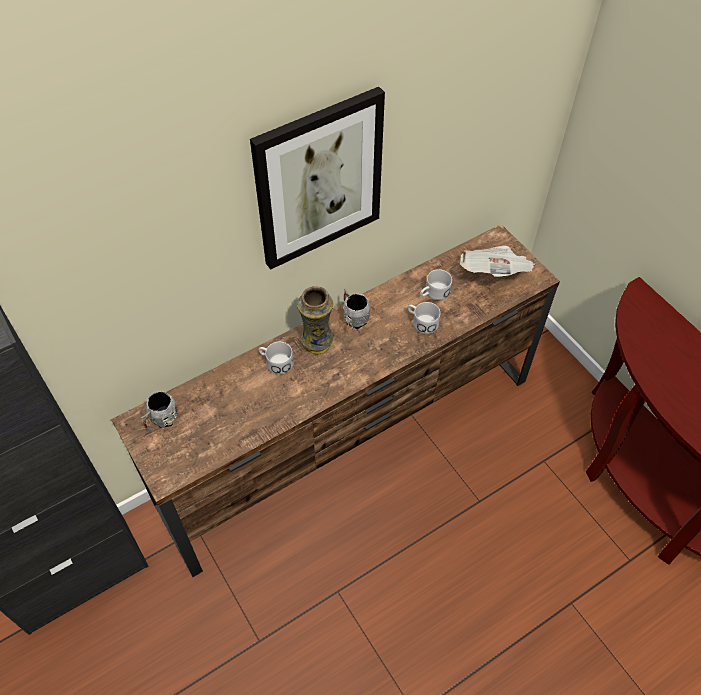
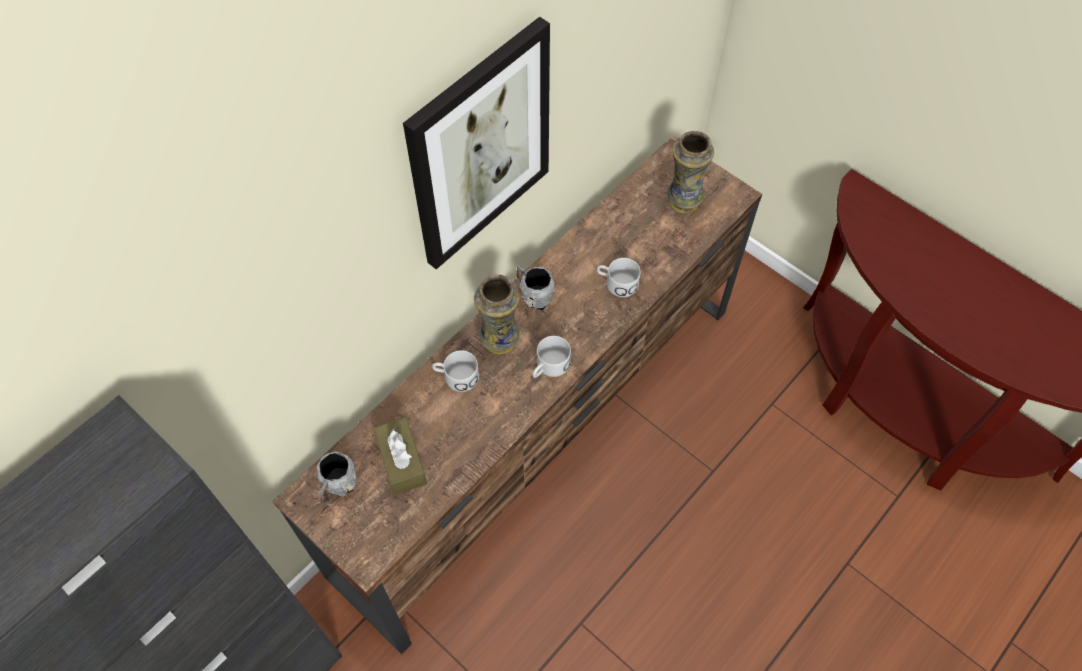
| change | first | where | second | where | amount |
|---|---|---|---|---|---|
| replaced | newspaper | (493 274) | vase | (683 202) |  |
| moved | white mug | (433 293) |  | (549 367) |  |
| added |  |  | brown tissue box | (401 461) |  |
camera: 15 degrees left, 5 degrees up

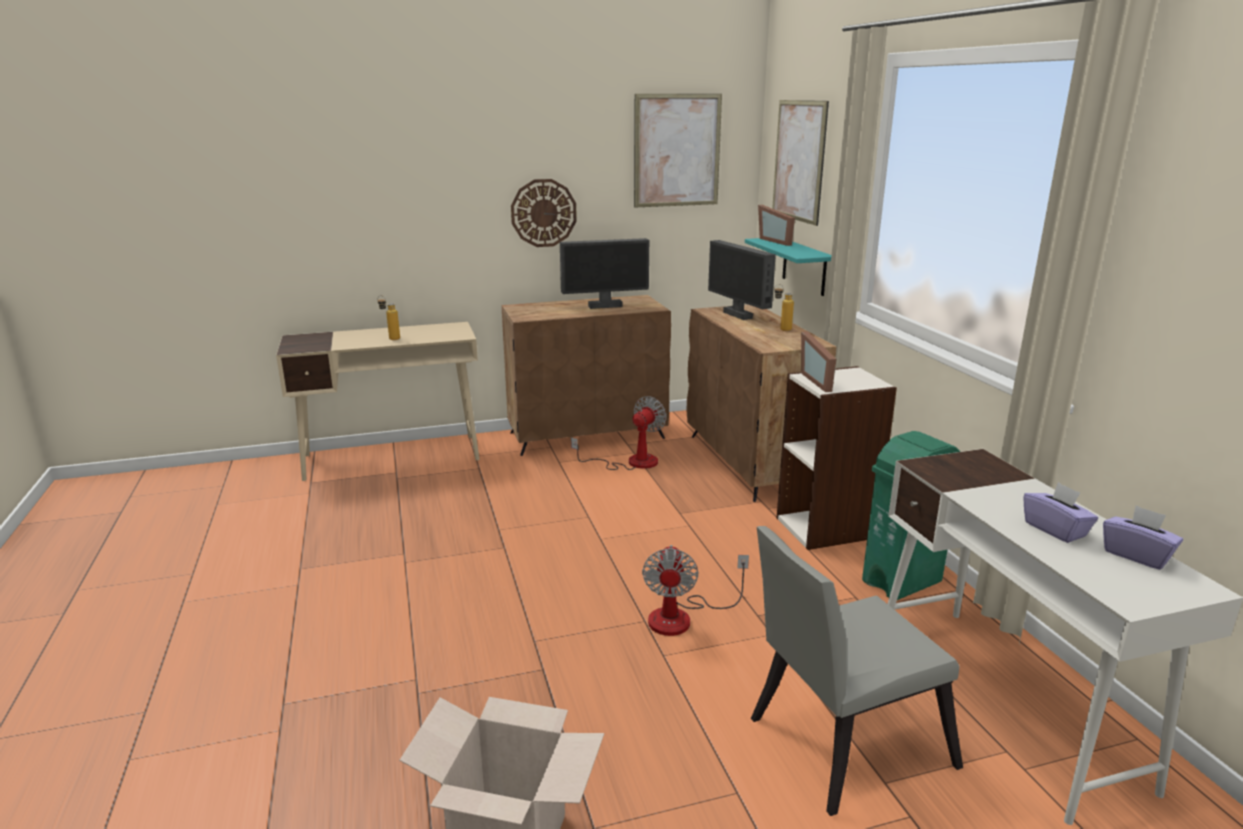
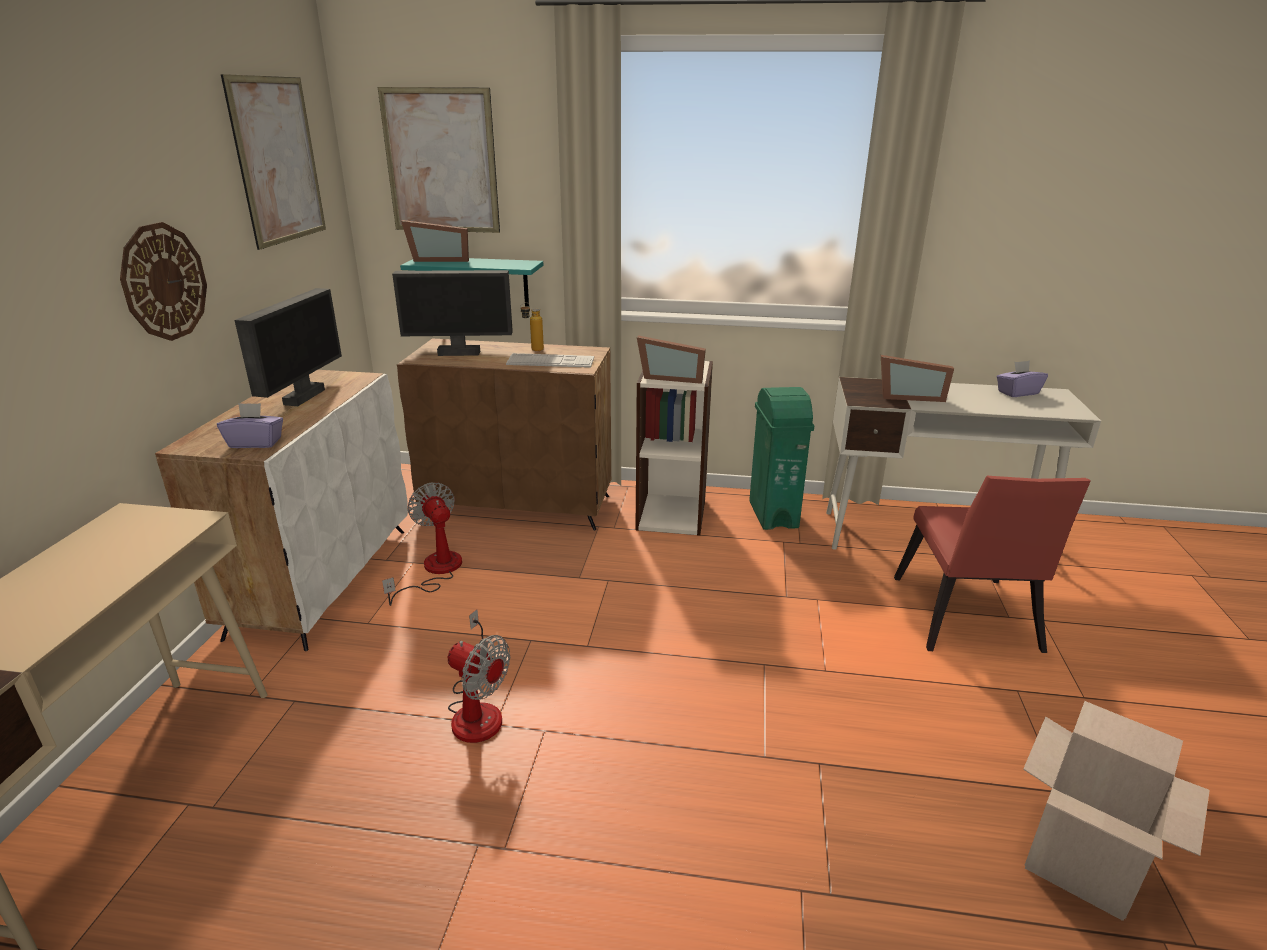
| change | first | where | second | where | amount |
|---|---|---|---|---|---|
| removed | bottle | (390 338) |  |  |  |
| recoloured | brown cabinet | (588 435) | white cabinet | (322 579) |  |
| moved | purple tissue box | (1055 529) |  | (256 443) |  |
| recoloured | grey chair | (839 744) | red chair | (965 620) |  |
| moved | fan | (682 617) |  | (478 709) |  |
| added |  |  | keyboard | (550 362) |  |
| added |  |  | picture frame | (909 396) |  |
camera: 65 degrees left, 5 degrees up

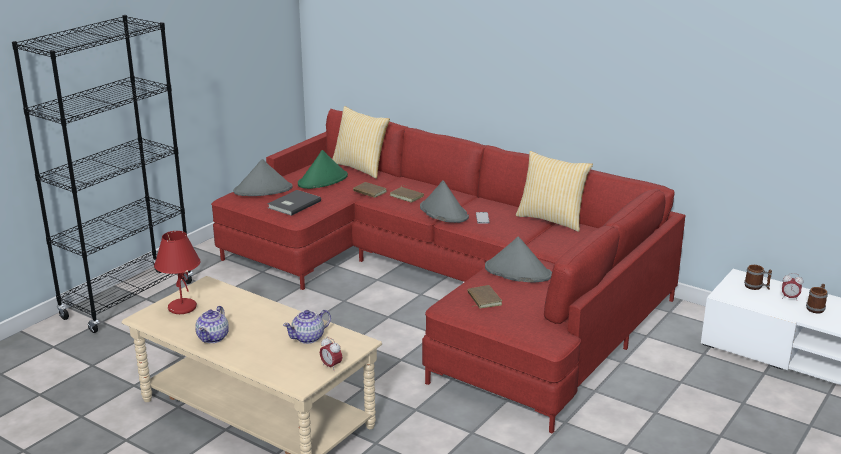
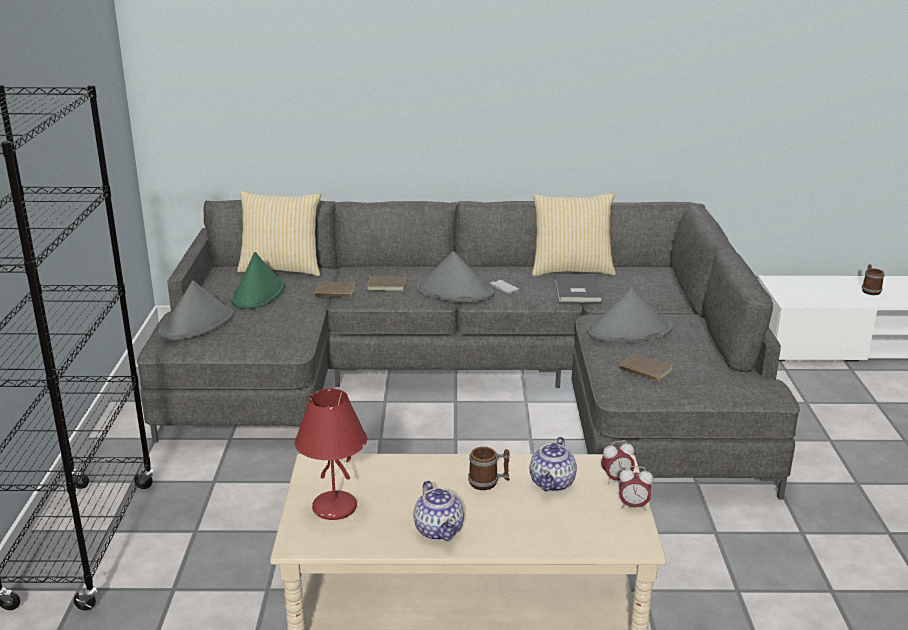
| change | first | where | second | where | amount |
|---|---|---|---|---|---|
| recoloured | red sofa | (449 286) | grey sofa | (472 382) |  |
| moved | grey book | (293 204) |  | (576 291) |  |
| moved | mug | (756 287) |  | (488 482) |  |
| moved | alarm clock | (789 298) |  | (616 479) |  |
camera: 35 degrees left, 0 degrees up

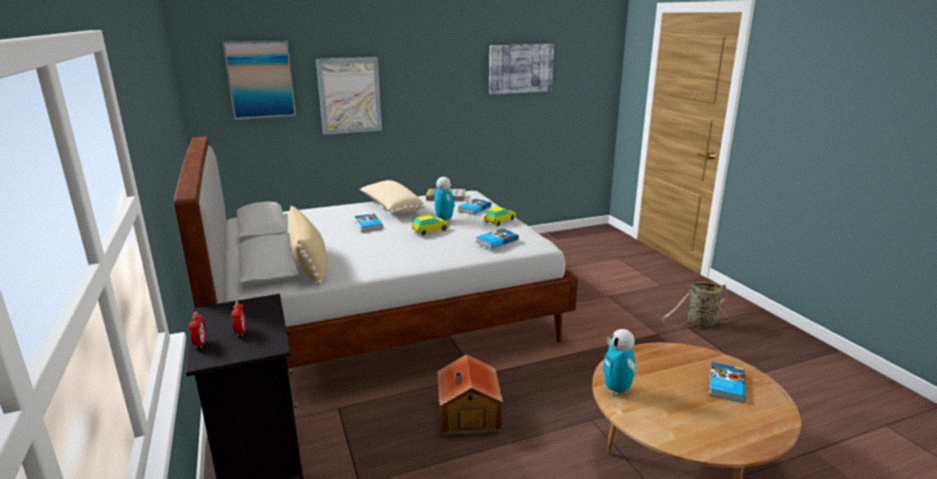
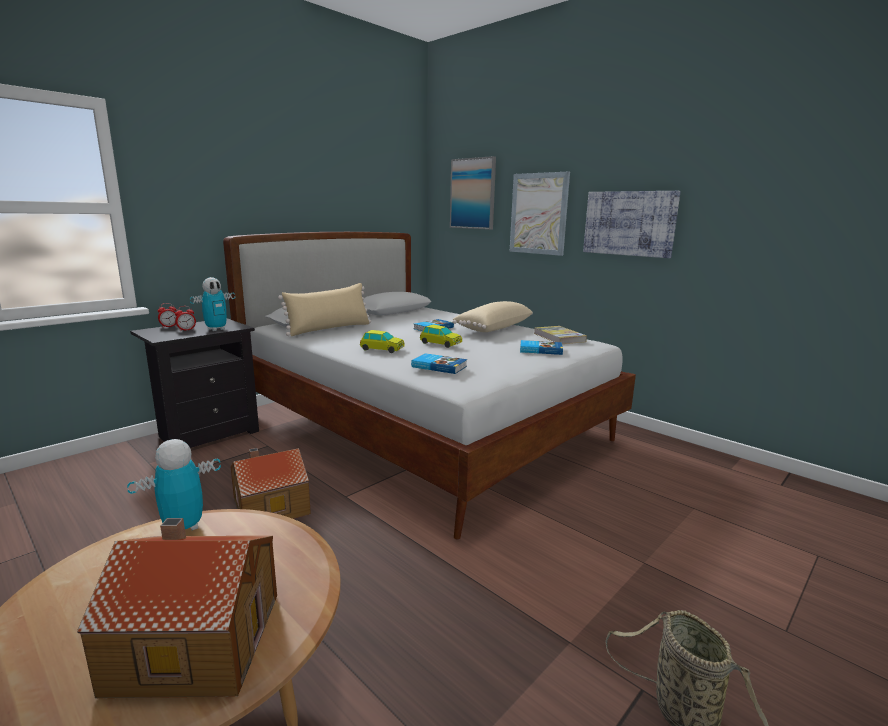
| change | first | where | second | where | amount |
|---|---|---|---|---|---|
| moved | picture | (520 68) |  | (629 223) |  |
| moved | toy robot | (444 220) |  | (216 329) |  |
| moved | toy car | (500 221) |  | (382 349) |  |
| replaced | book | (725 384) | toy house | (195 638) |  |
camera: 65 degrees right, 5 degrees down

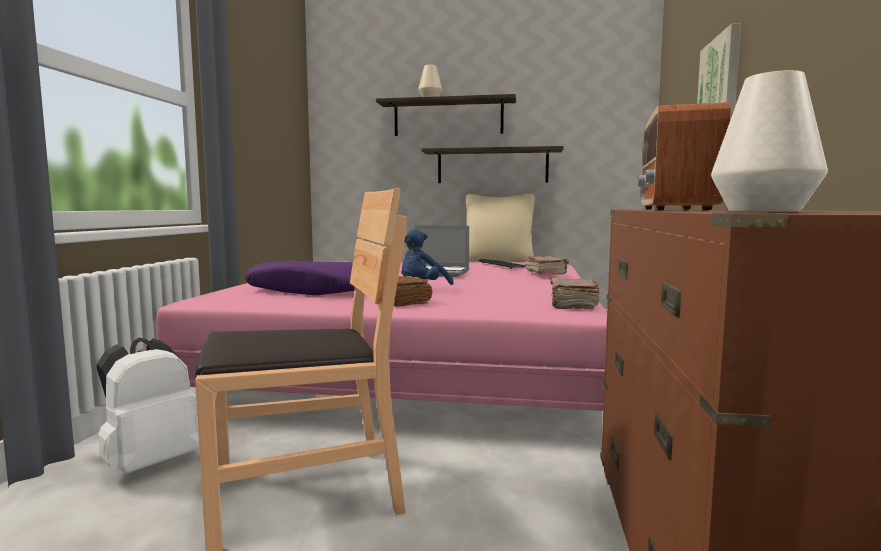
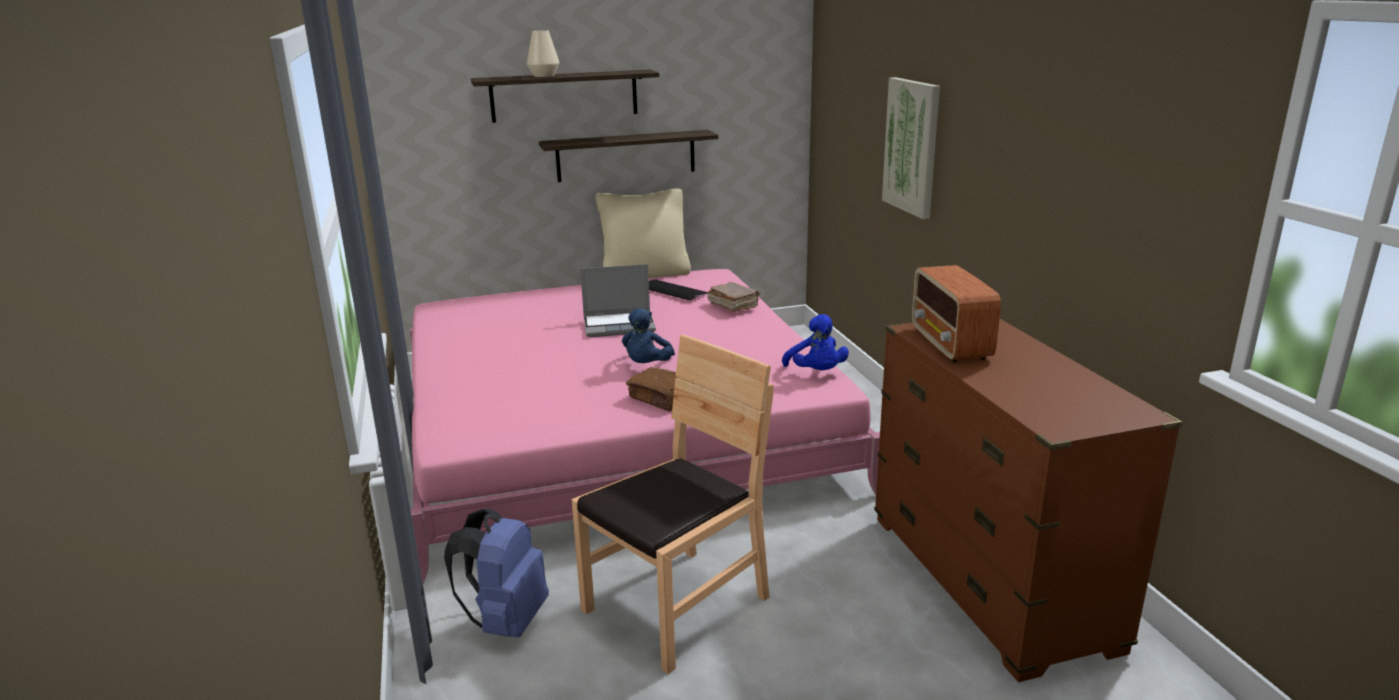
| change | first | where | second | where | amount |
|---|---|---|---|---|---|
| removed | white vase | (763 211) |  |  |  |
| removed | purple pillow | (314 290) |  |  |  |
| replaced | brown book | (573 304) | blue plush toy | (816 373) |  |
| recoloured | white backpack | (151 462) | blue backpack | (506 621) |  |
camera: 25 degrees left, 15 degrees up

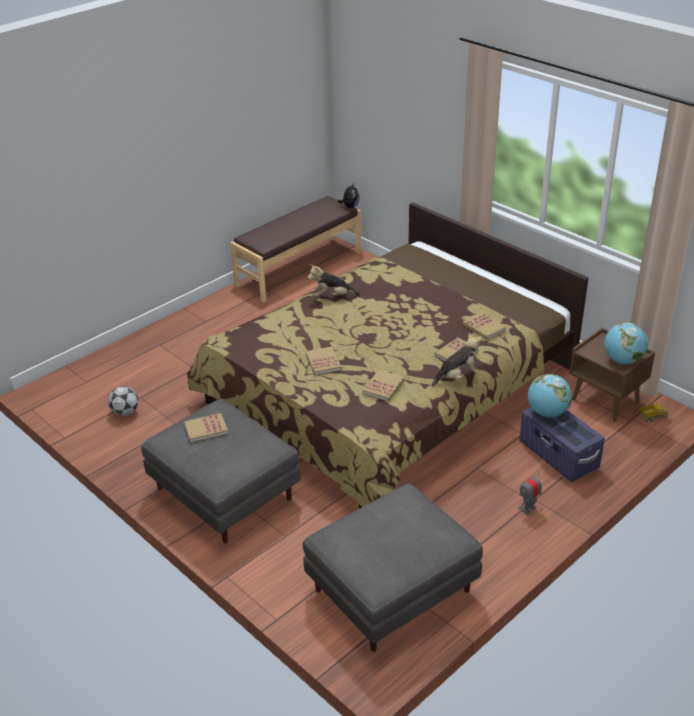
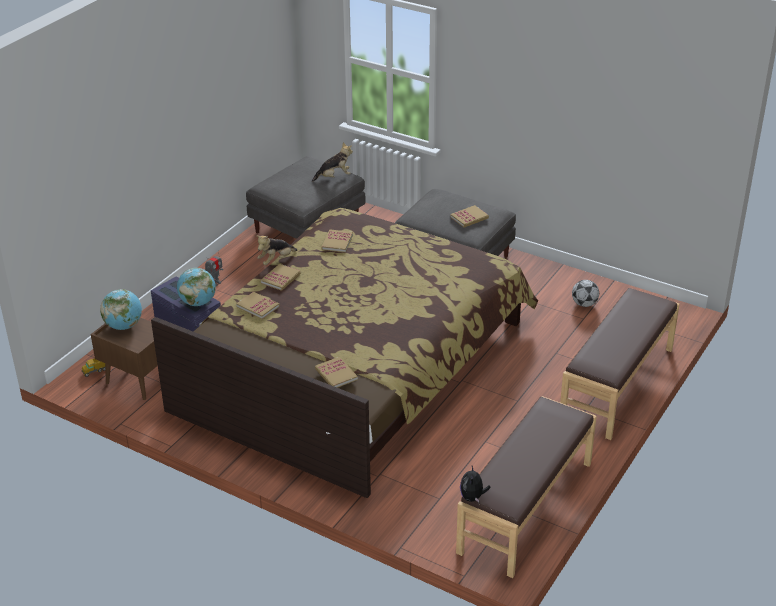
| change | first | where | second | where | amount |
|---|---|---|---|---|---|
| moved | plush toy | (332 296) |  | (334 177) |  |
| moved | book | (323 362) |  | (336 374) |  |
| added |  |  | brown bench | (618 384) |  |
camera: 165 degrees right, 0 degrees up

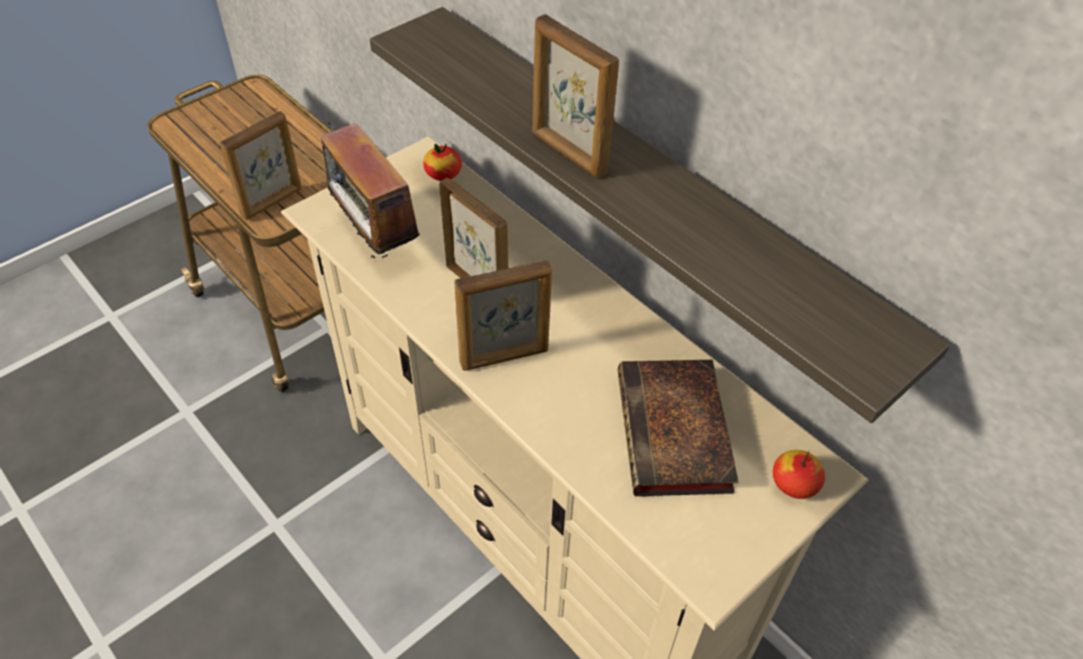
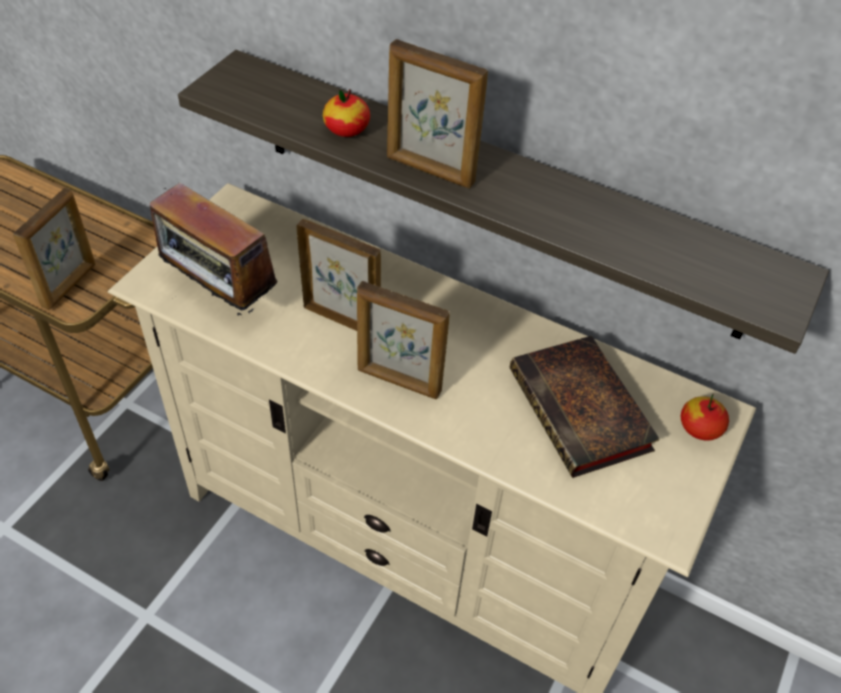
| change | first | where | second | where | amount |
|---|---|---|---|---|---|
| moved | apple | (443 174) |  | (346 129) |  |
| turned | picture frame | (505 357) |  | (398 381) | 60 degrees clockwise |
camera: 20 degrees left, 0 degrees up

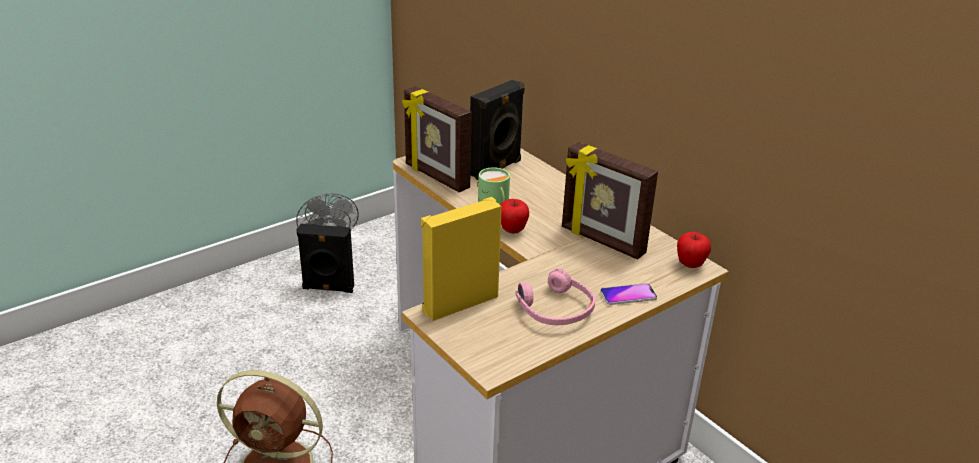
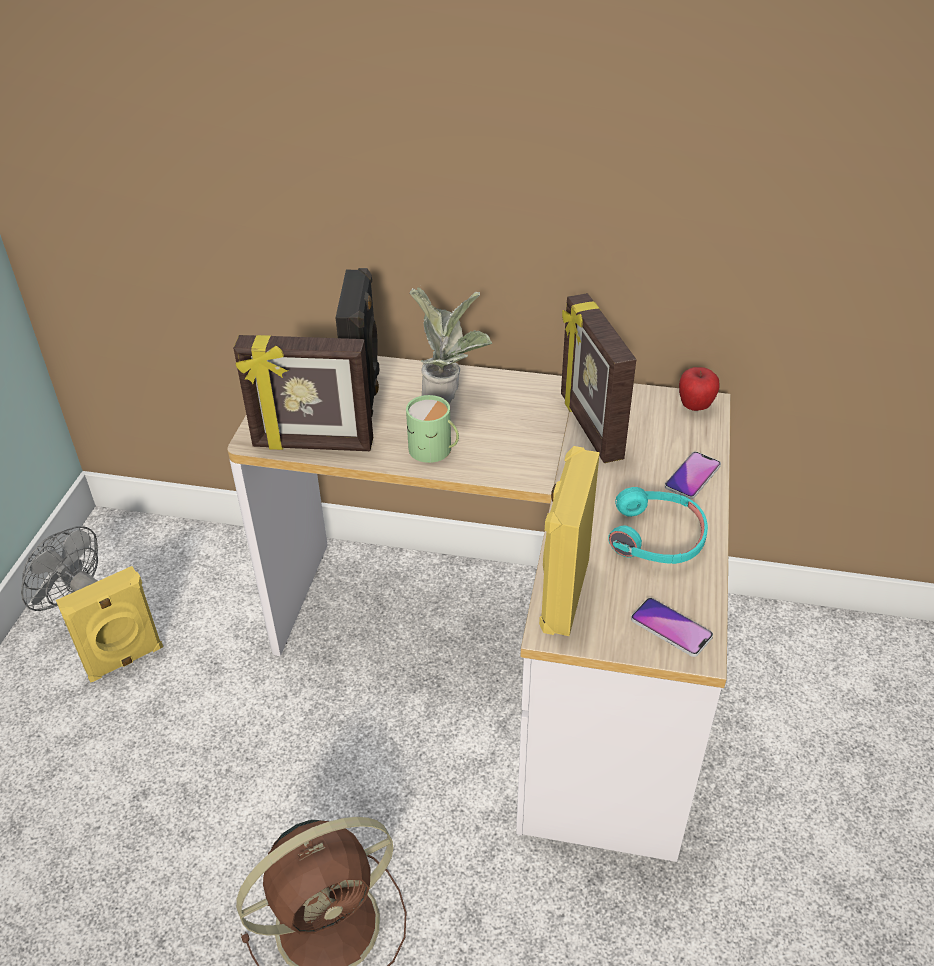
| change | first | where | second | where | amount |
|---|---|---|---|---|---|
| turned | picture frame | (602 241) |  | (589 427) | 75 degrees clockwise |
| removed | apple | (512 230) |  |  |  |
| recoloured | black speaker | (328 288) | yellow speaker | (125 660) |  |
| recoloured | pink headphones | (555 309) | turquoise headphones | (657 537) |  |
| added |  |  | potted plant | (449 395) |  |
| added |  |  | phone | (671 628) |  |
camera: 40 degrees left, 10 degrees up

